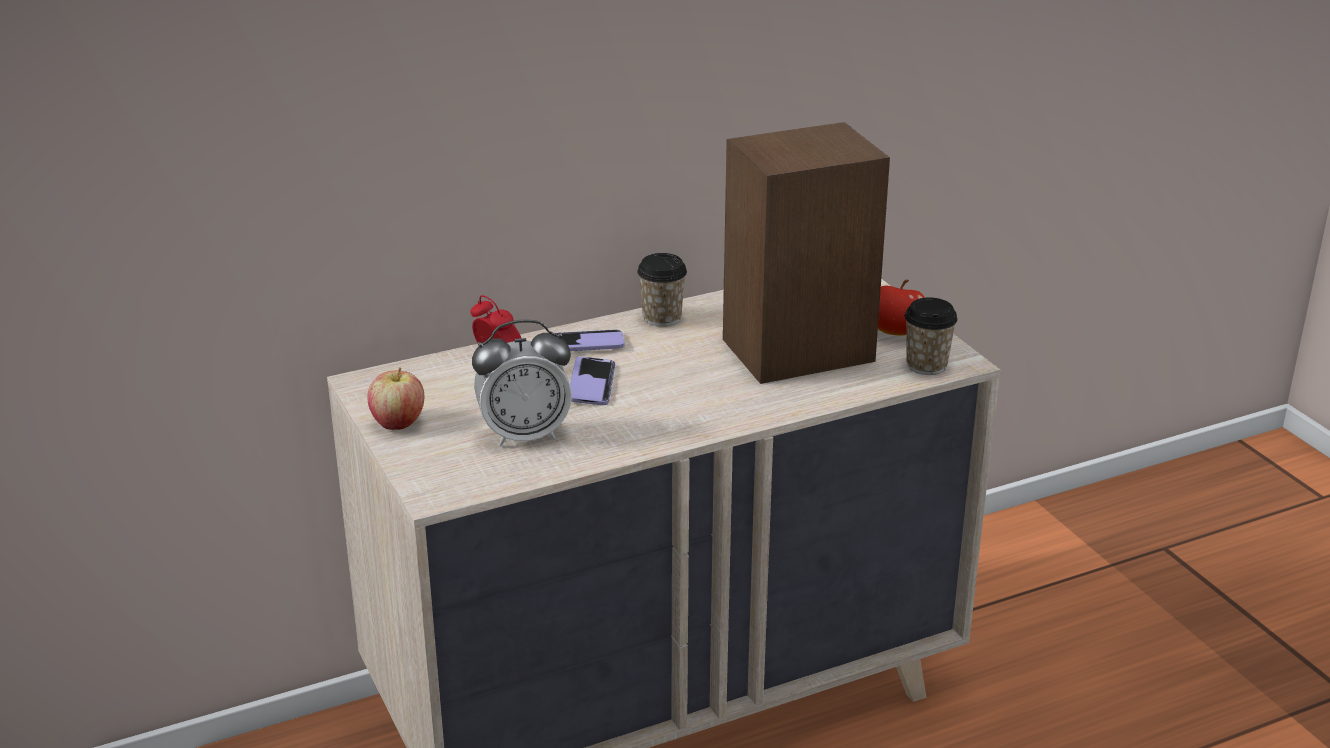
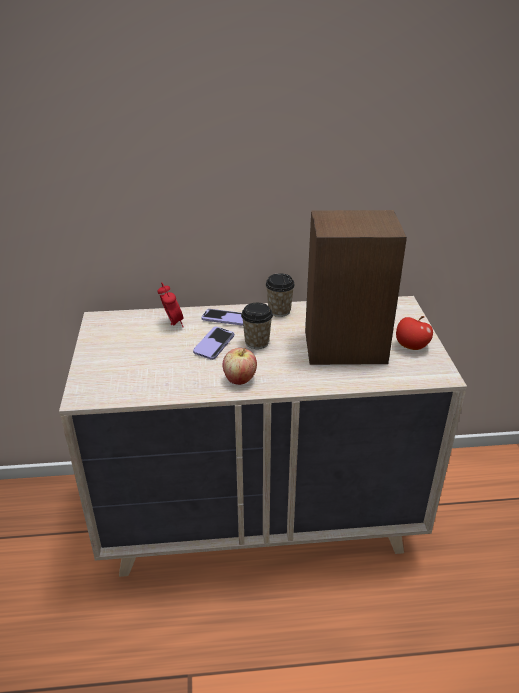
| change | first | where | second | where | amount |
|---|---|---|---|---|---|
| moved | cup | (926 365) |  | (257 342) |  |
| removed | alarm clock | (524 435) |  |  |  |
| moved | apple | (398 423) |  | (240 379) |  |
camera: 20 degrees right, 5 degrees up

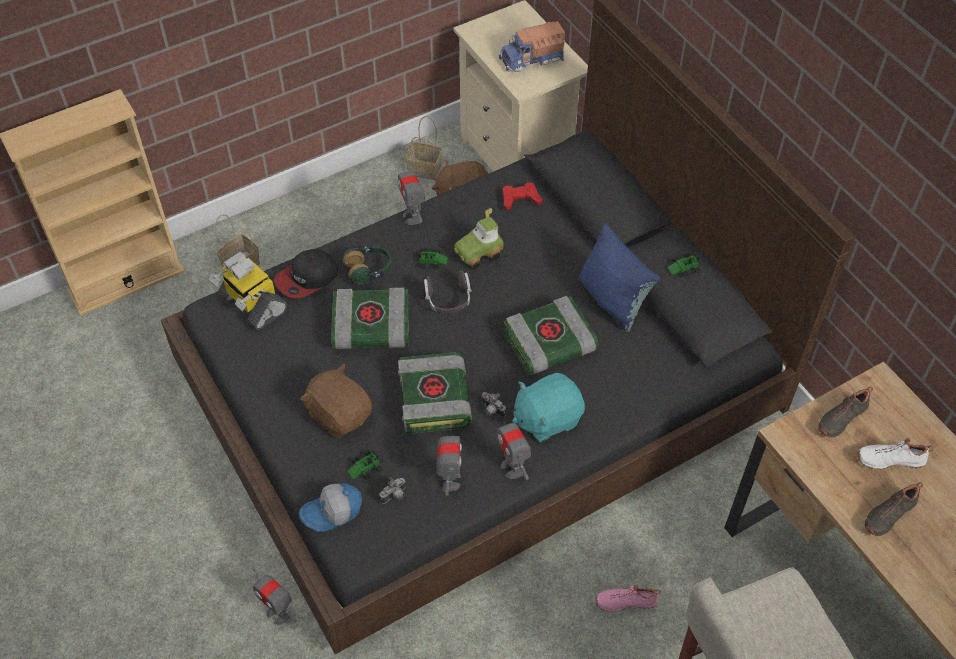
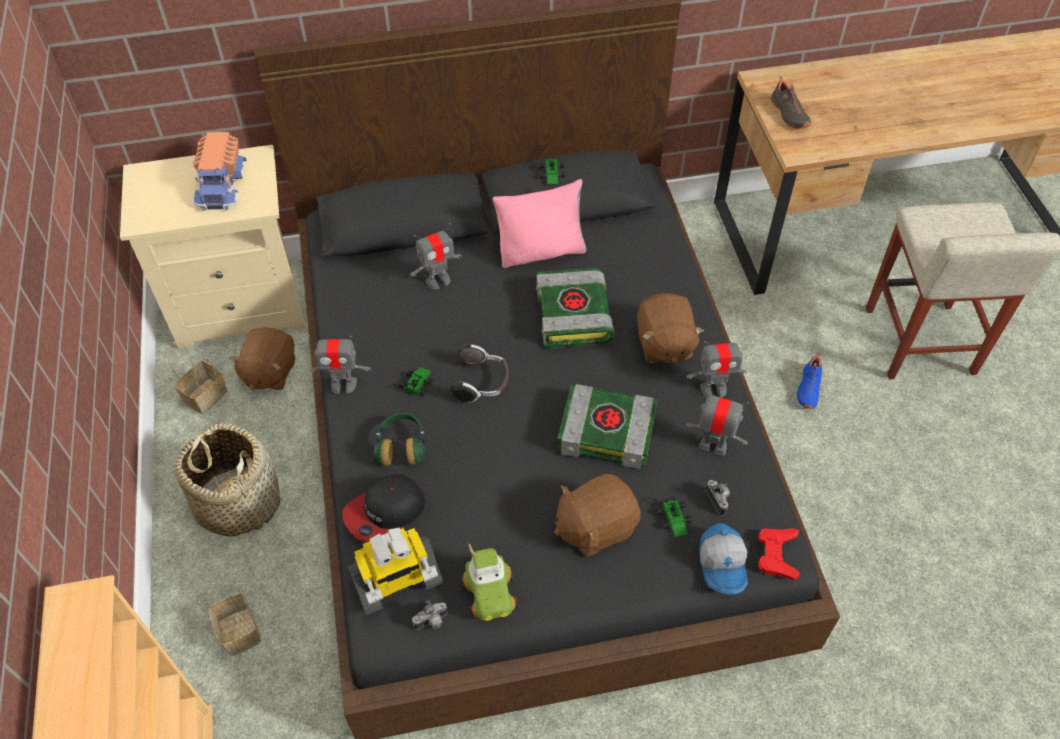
| change | first | where | second | where | amount |
|---|---|---|---|---|---|
| moved | red game controller | (520 199) |  | (777 555) |  |
| moved | toy car | (479 253) |  | (491 594) |  |
| recoloured | blue pillow | (613 300) | pink pillow | (542 251) |  |
| turned | cap | (307 278) |  | (385 511) | 75 degrees clockwise |
| removed | book | (370 327) |  |  |  |
| recoloured | turquoise plush toy | (547 418) | brown plush toy | (664 344) |  |
| moved | photo camera | (491 410) |  | (432 622) |  |
| removed | white shoe | (889 458) |  |  |  |
| removed | black shoe | (888 513) |  |  |  |
| moved | toy robot | (278 613) |  | (438 280) |  |
| recoloured | pink shoe | (626 600) | blue shoe | (807 388) |  |
| added |  |  | basket | (238 502) |  |
camera: 70 degrees left, 0 degrees up

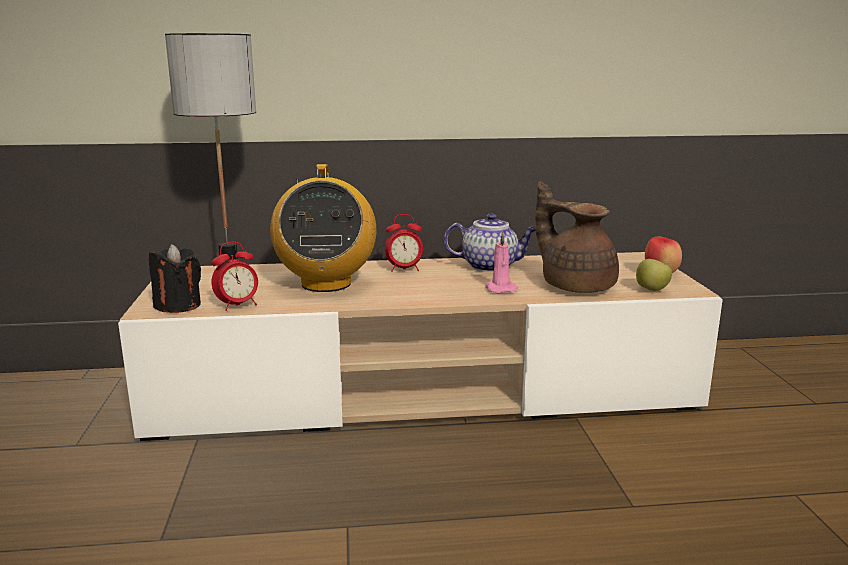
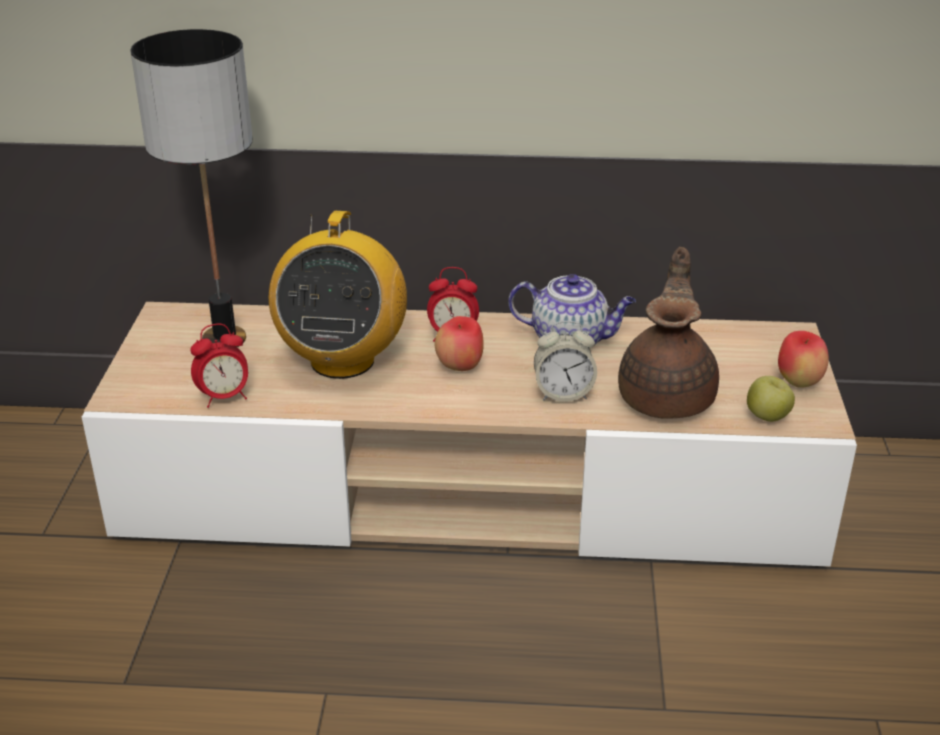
| change | first | where | second | where | amount |
|---|---|---|---|---|---|
| turned | brown teapot | (575 285) |  | (668 396) | 45 degrees clockwise |
| replaced | pink candle | (500 289) | alarm clock | (563 394) |  |
| removed | black candle | (178 306) |  |  |  |
| added |  |  | apple | (460 367) |  |
camera: 10 degrees right, 15 degrees up

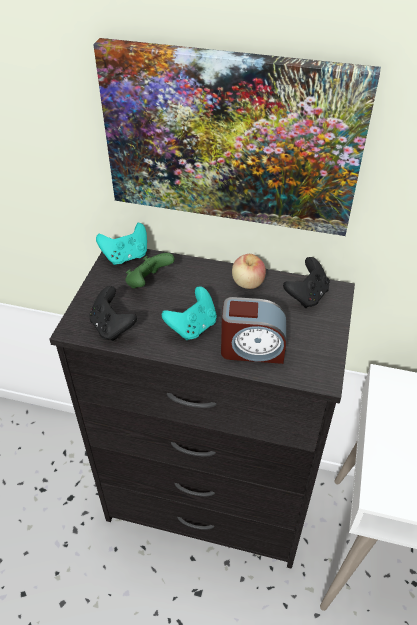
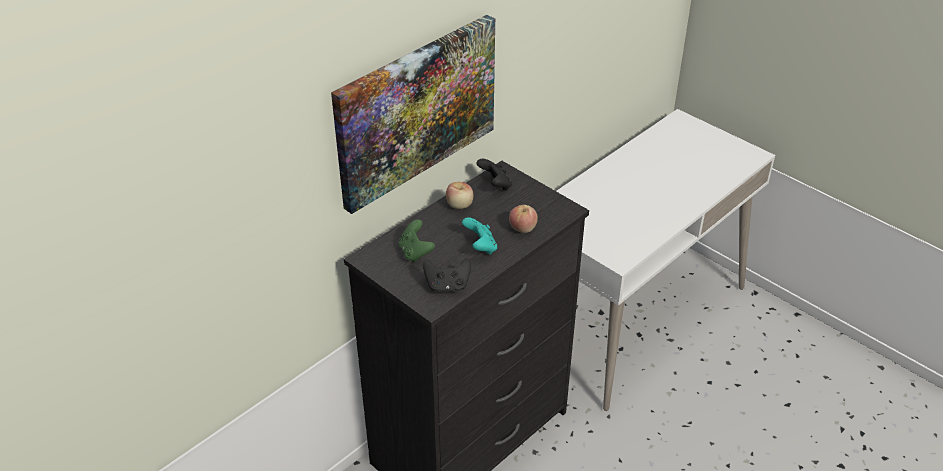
| change | first | where | second | where | amount |
|---|---|---|---|---|---|
| removed | turquoise game controller | (126 256) |  |  |  |
| replaced | alarm clock | (252 348) | apple | (522 228) |  |
camera: 60 degrees left, 5 degrees down

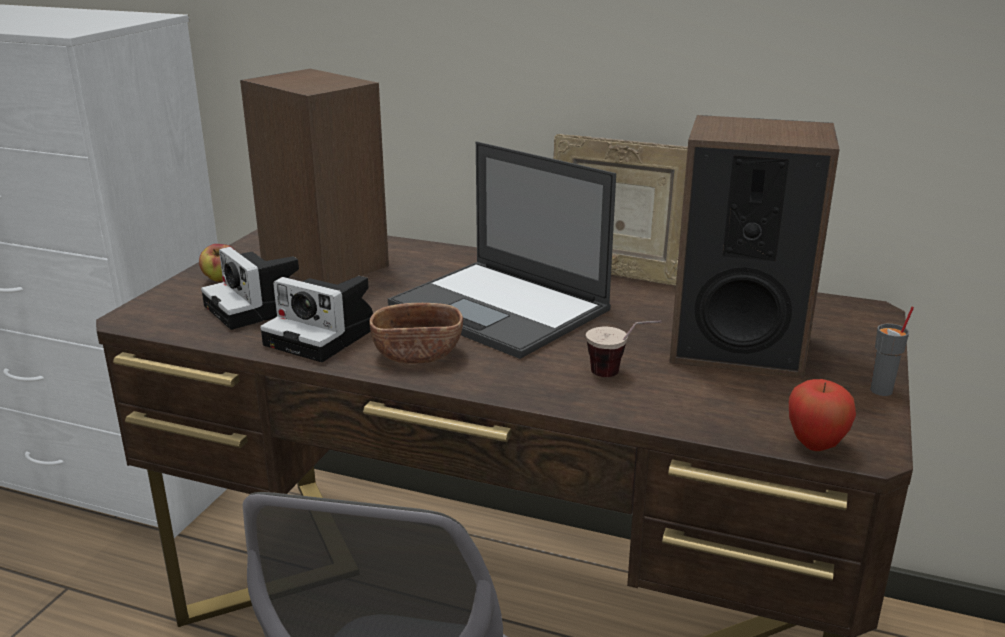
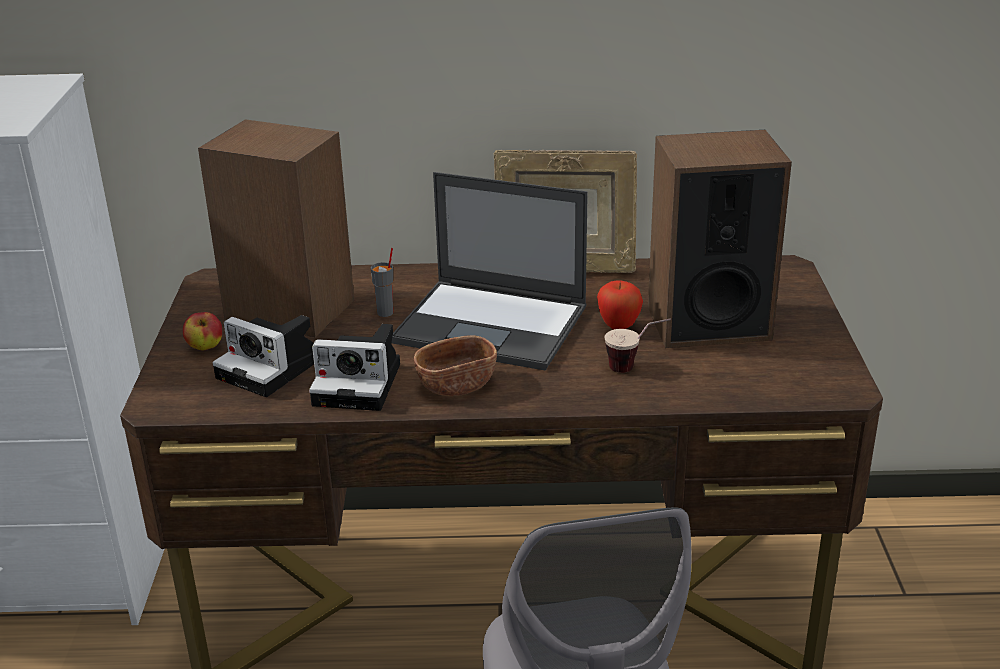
| change | first | where | second | where | amount |
|---|---|---|---|---|---|
| moved | grey cup | (882 390) |  | (386 313) |  |
| moved | apple | (815 445) |  | (618 327) |  |
camera: 20 degrees left, 5 degrees up

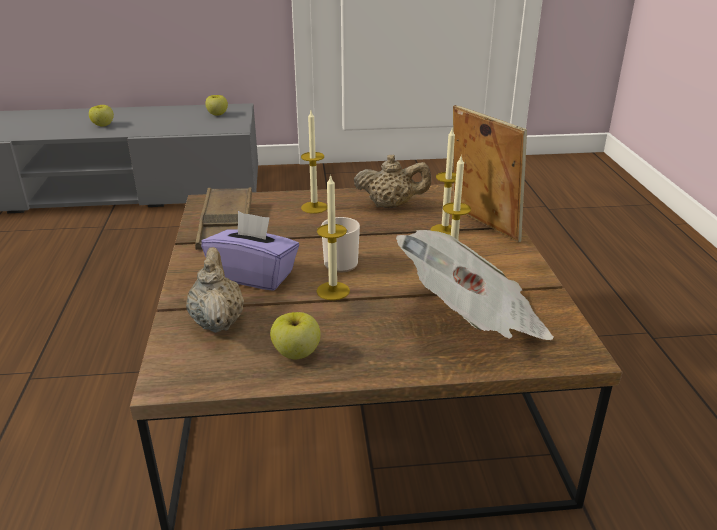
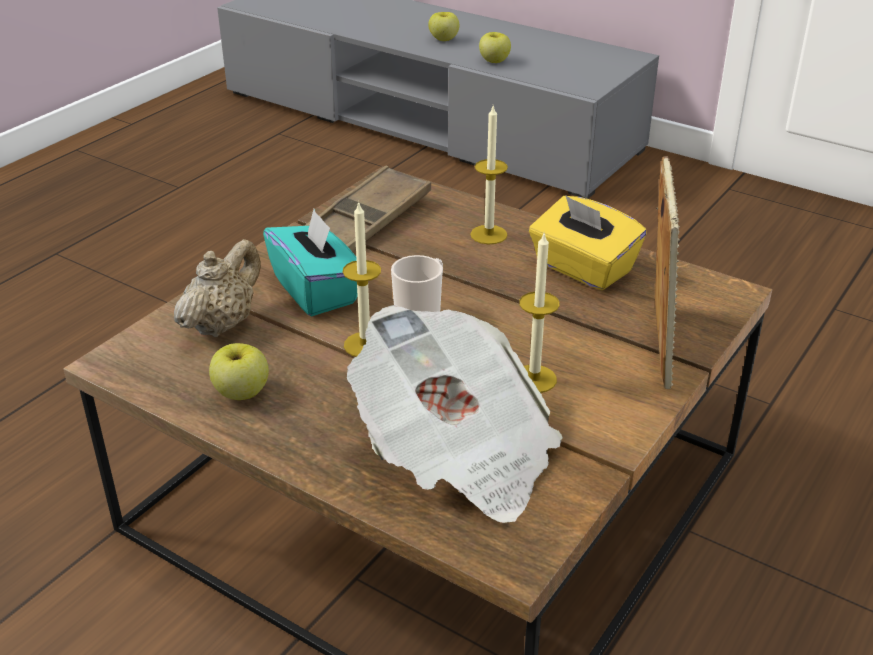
| change | first | where | second | where | amount |
|---|---|---|---|---|---|
| moved | apple | (217 114) |  | (494 61) |  |
| removed | candle | (444 231) |  |  |  |
| replaced | beige teapot | (391 205) | yellow tissue box | (582 268) |  |
| recoloured | purple tissue box | (254 275) | turquoise tissue box | (316 291) |  |
camera: 40 degrees right, 5 degrees up

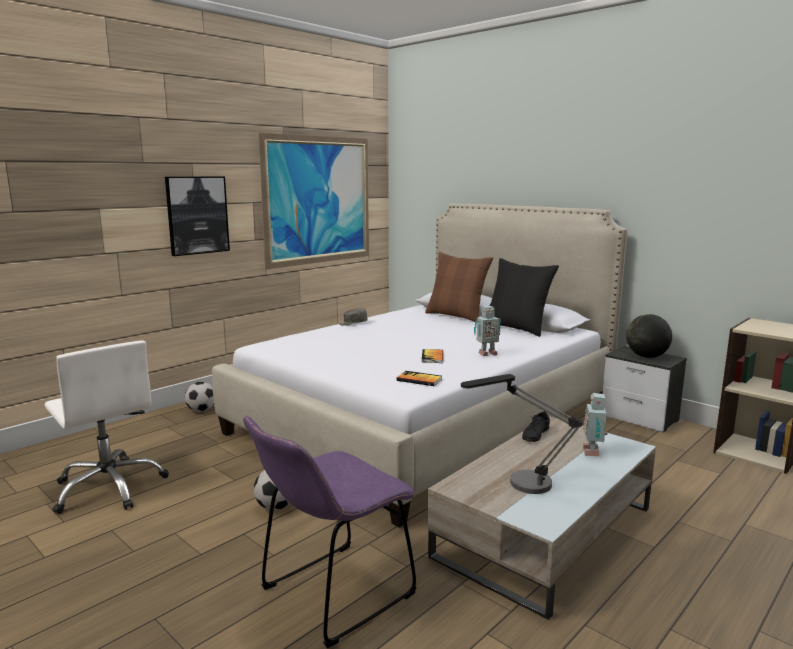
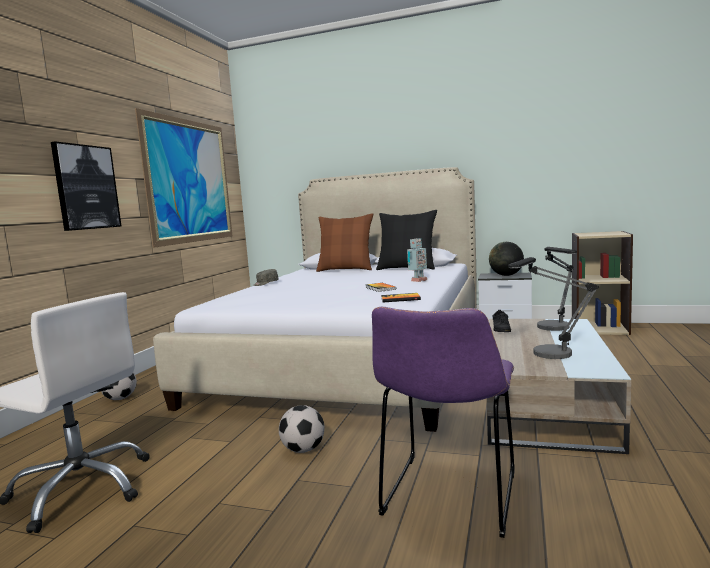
| change | first | where | second | where | amount |
|---|---|---|---|---|---|
| replaced | toy robot | (593 452) | table lamp | (556 329) |  |
camera: 25 degrees left, 5 degrees down

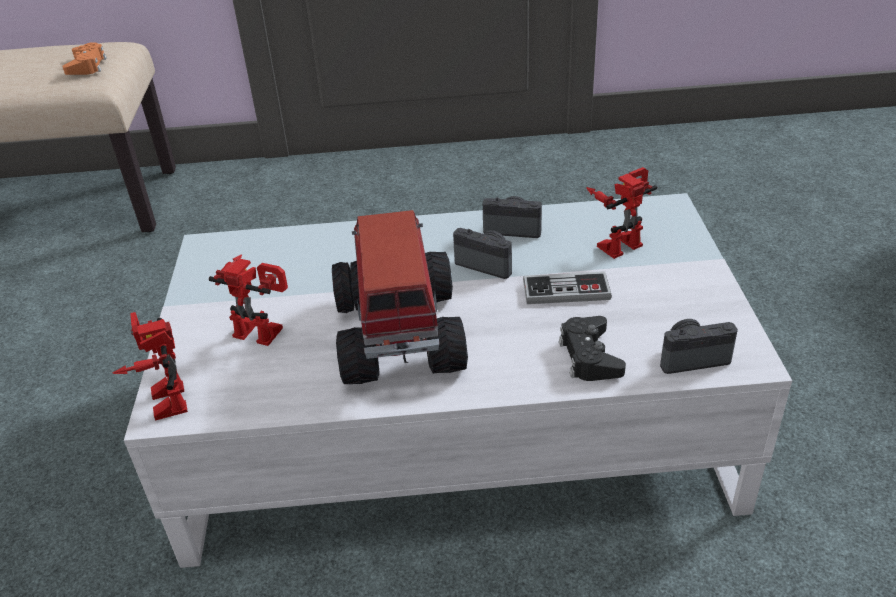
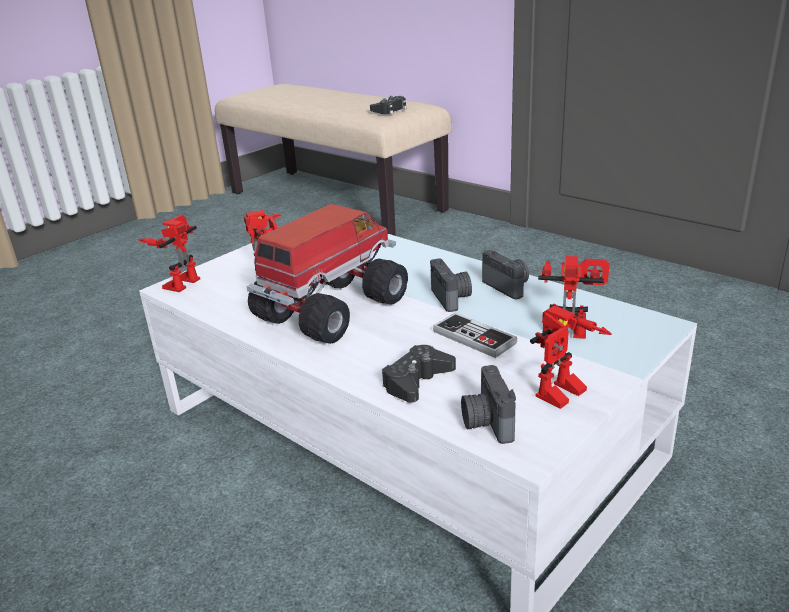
| change | first | where | second | where | amount |
|---|---|---|---|---|---|
| recoloured | orange game controller | (87 66) | black game controller | (389 110) |  |
| turned | photo camera | (691 357) |  | (486 422) | 135 degrees counterclockwise |
| added |  |  | toy robot | (564 397) |  |
camera: 45 degrees right, 10 degrees down

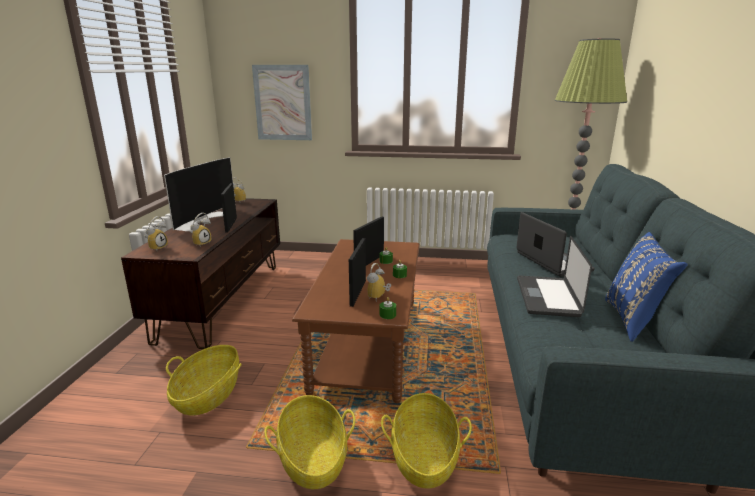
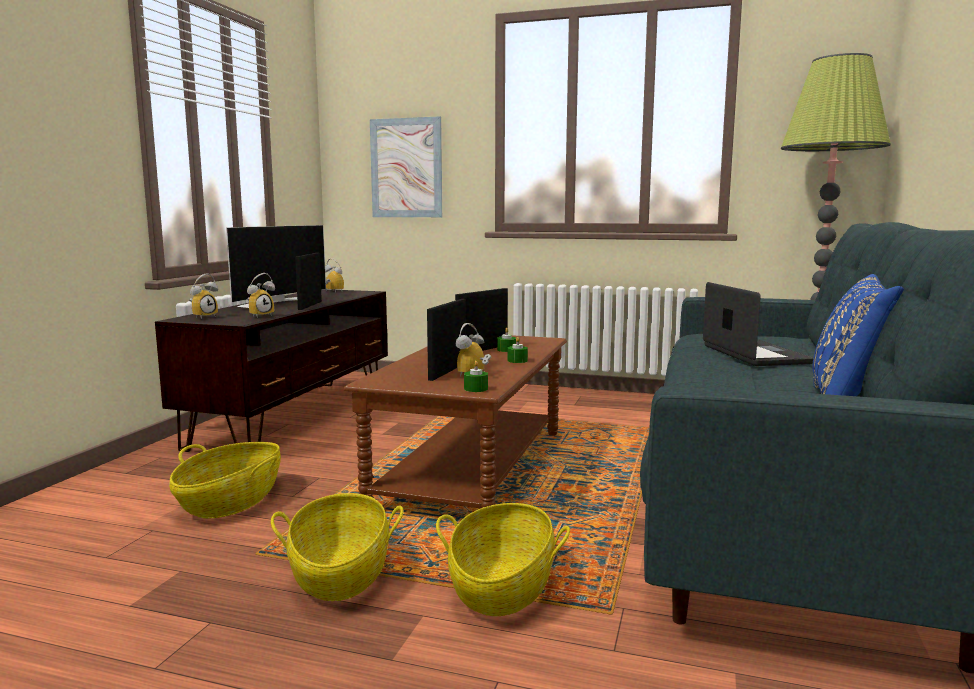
| change | first | where | second | where | amount |
|---|---|---|---|---|---|
| removed | laptop | (547 297) |  |  |  |
camera: 10 degrees right, 10 degrees down

